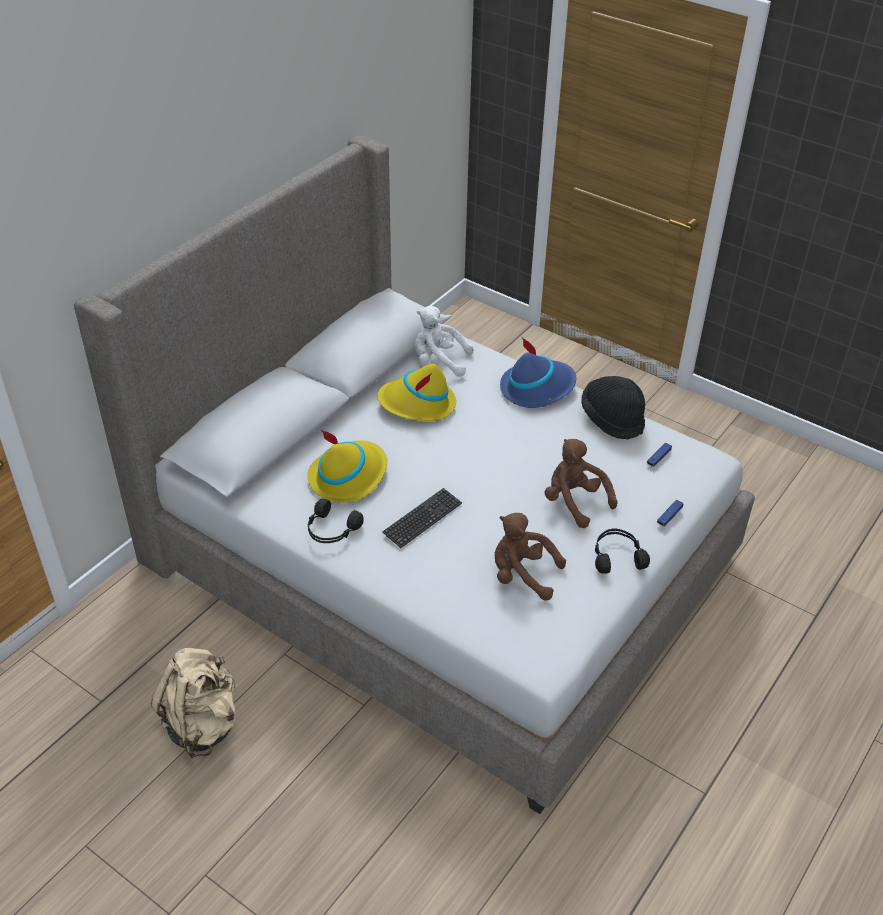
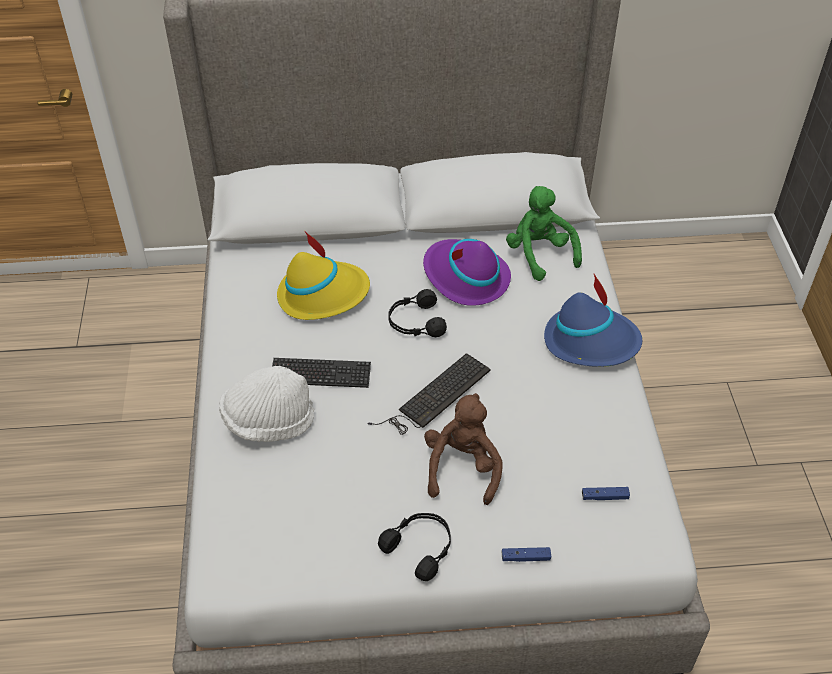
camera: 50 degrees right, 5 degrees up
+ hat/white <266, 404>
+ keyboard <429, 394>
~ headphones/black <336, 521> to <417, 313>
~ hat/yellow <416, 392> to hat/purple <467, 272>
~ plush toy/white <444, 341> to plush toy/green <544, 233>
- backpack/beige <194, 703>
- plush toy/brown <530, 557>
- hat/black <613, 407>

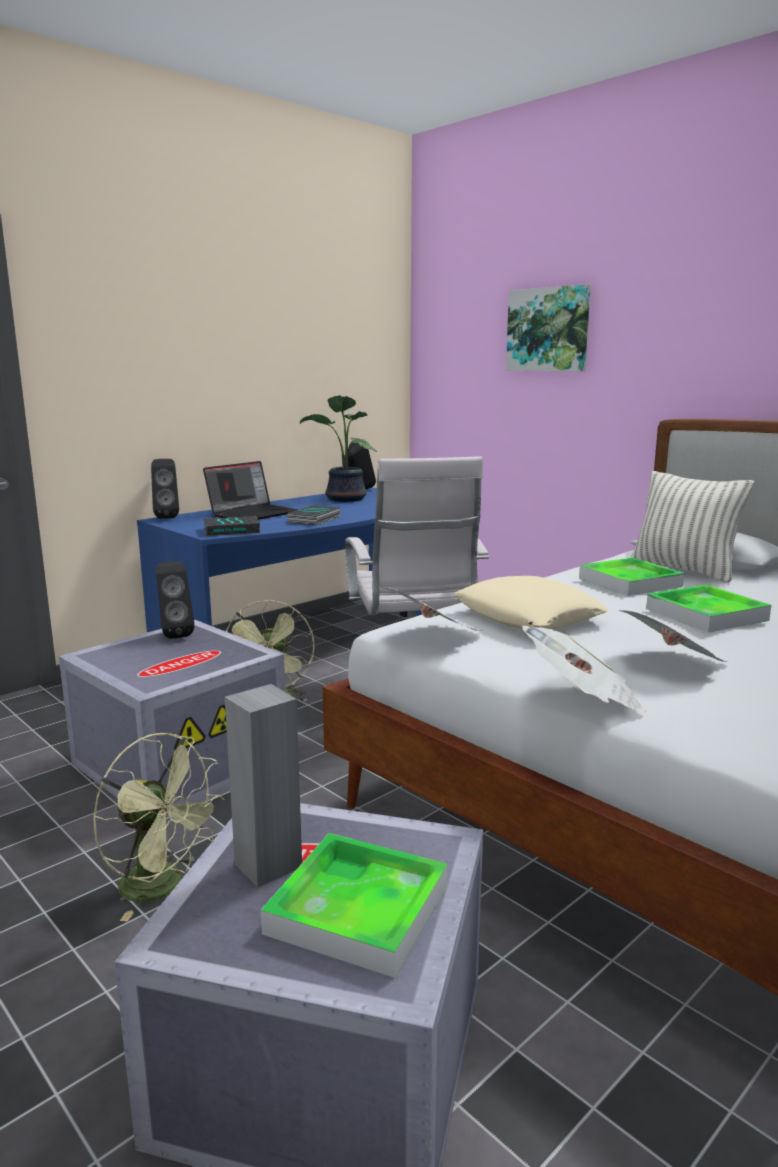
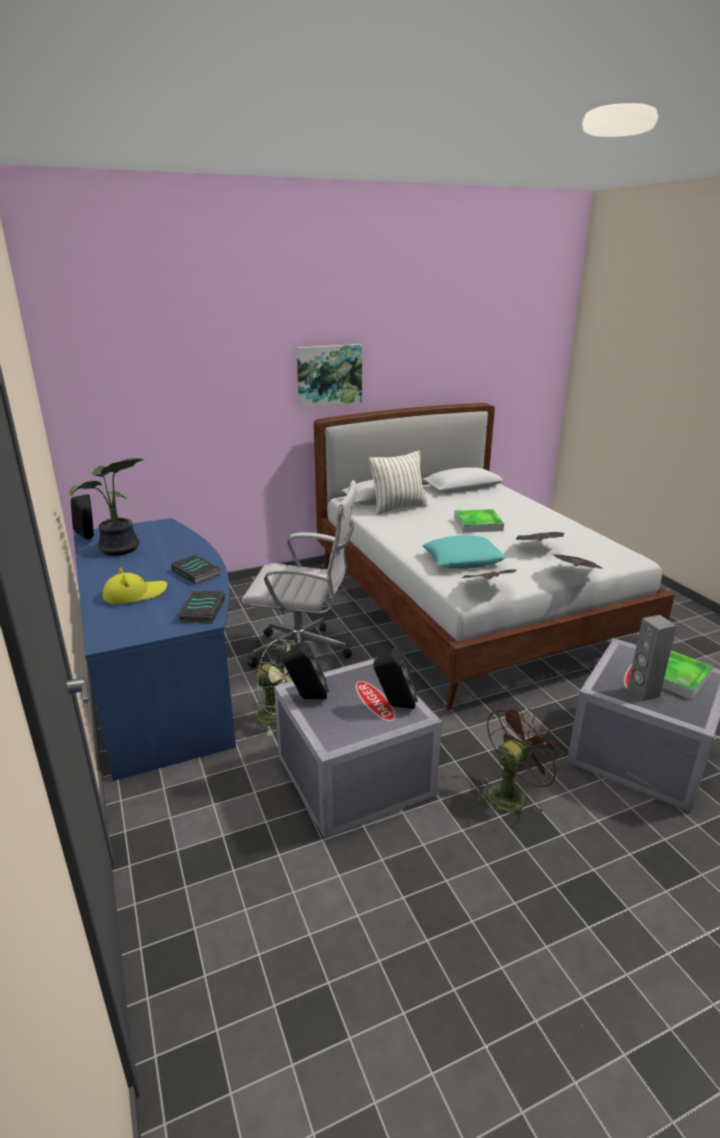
camera: 70 degrees left, 10 degrees up
~ laptop <251, 490> to hat/yellow <135, 585>
~ picture <548, 327> to <329, 376>
~ speaker/black <165, 489> to <395, 678>
~ pillow/beige <531, 602> to pillow/turquoise <464, 552>
~ fan/green <158, 827> to fan/brown <519, 758>
- tray <631, 577>

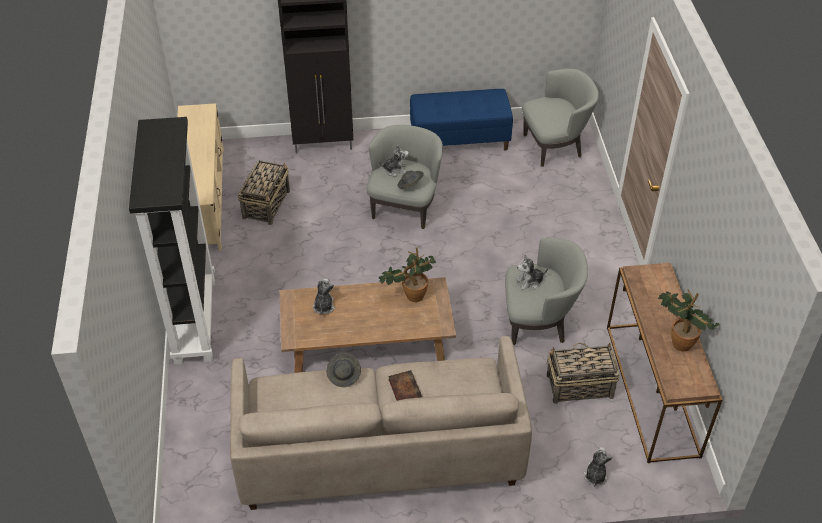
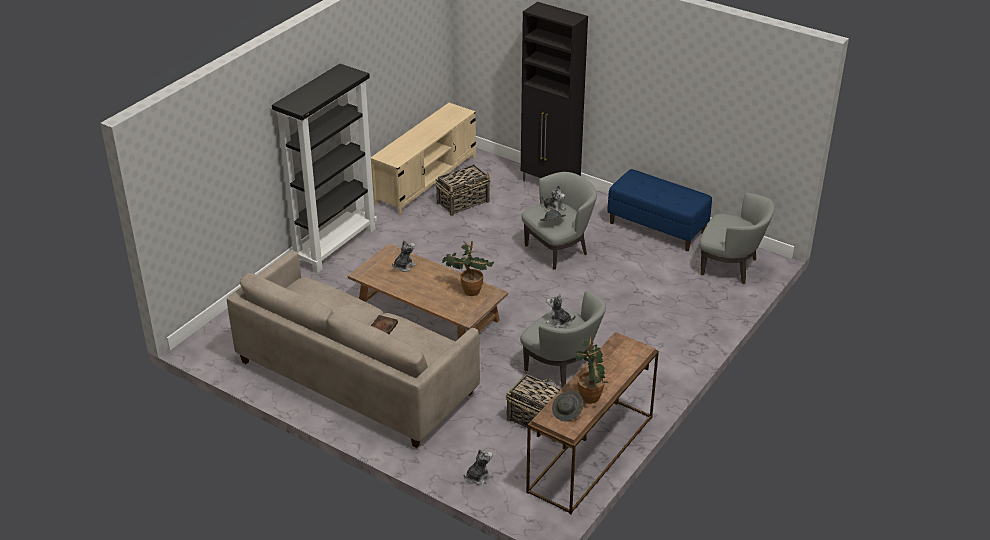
camera: 40 degrees right, 10 degrees down
~ hat/grey <343, 370> to <568, 406>

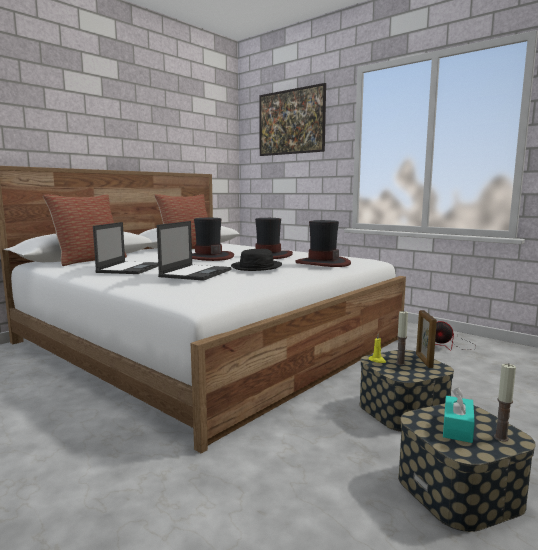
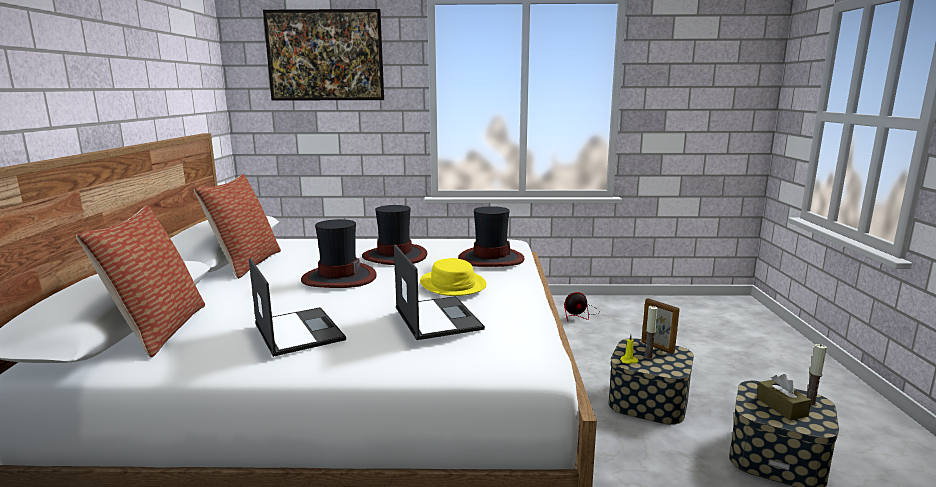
camera: 40 degrees left, 5 degrees up
~ hat/black <256, 260> to hat/yellow <453, 277>
~ tissue box/turquoise <459, 415> to tissue box/brown <784, 397>

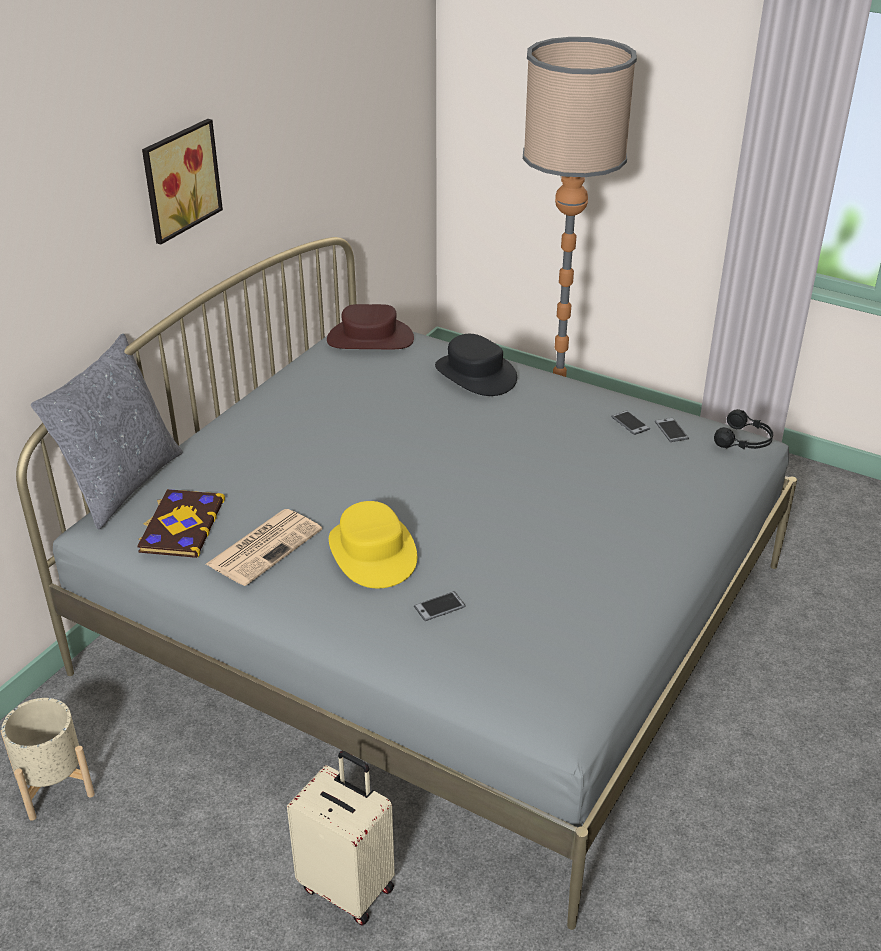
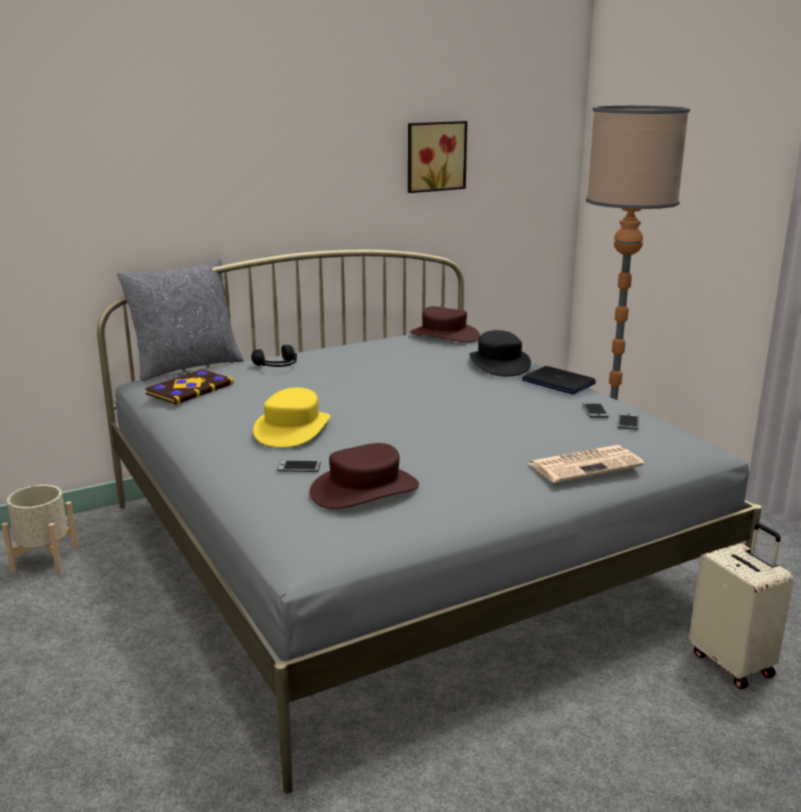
camera: 30 degrees right, 15 degrees down
~ headphones/black <743, 429> to <274, 356>
+ hat/brown <364, 476>
~ picture <182, 181> to <437, 157>
+ laptop <559, 380>
~ newspaper <264, 547> to <586, 464>
~ suitcase/beige <341, 838> to <741, 606>

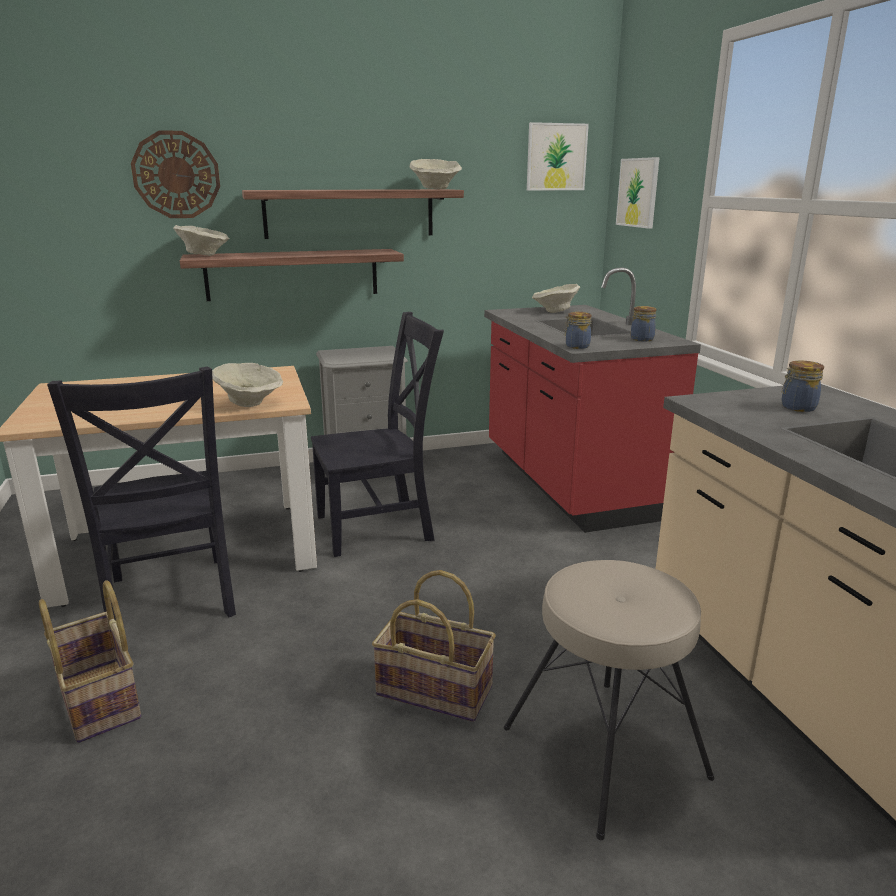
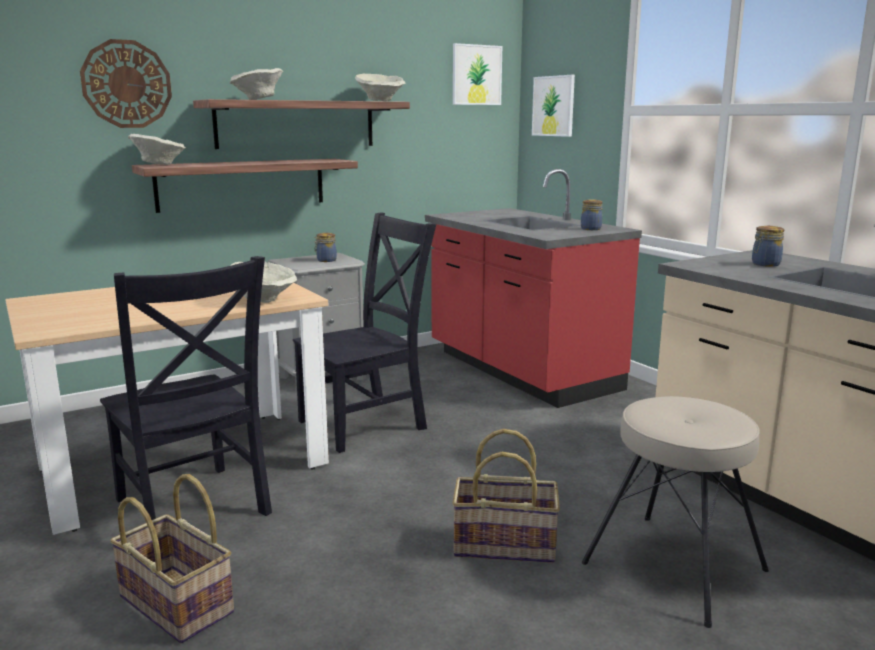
camera: 15 degrees left, 5 degrees down
~ bowl/beige <556, 298> to <256, 84>
~ jar <578, 330> to <325, 247>

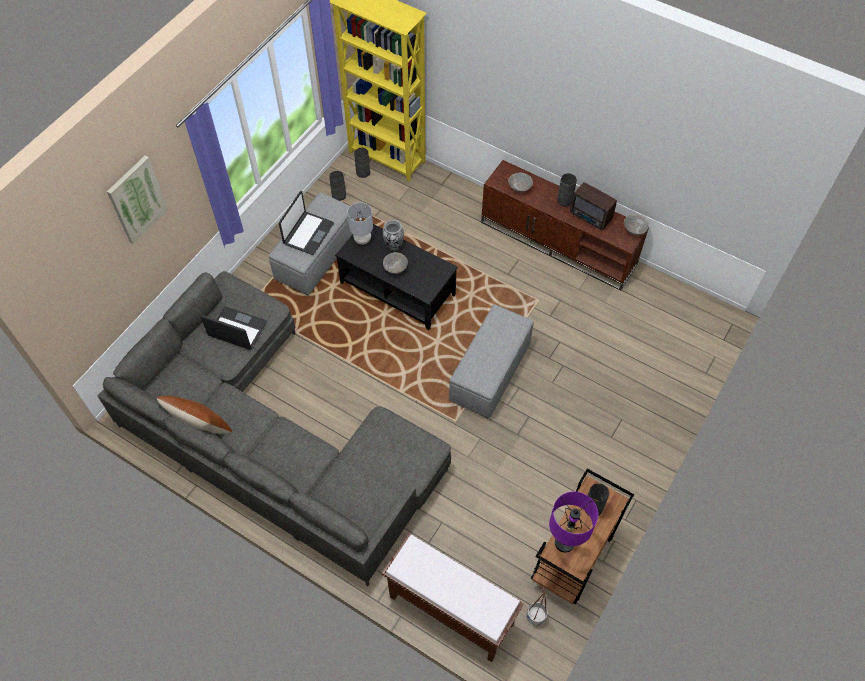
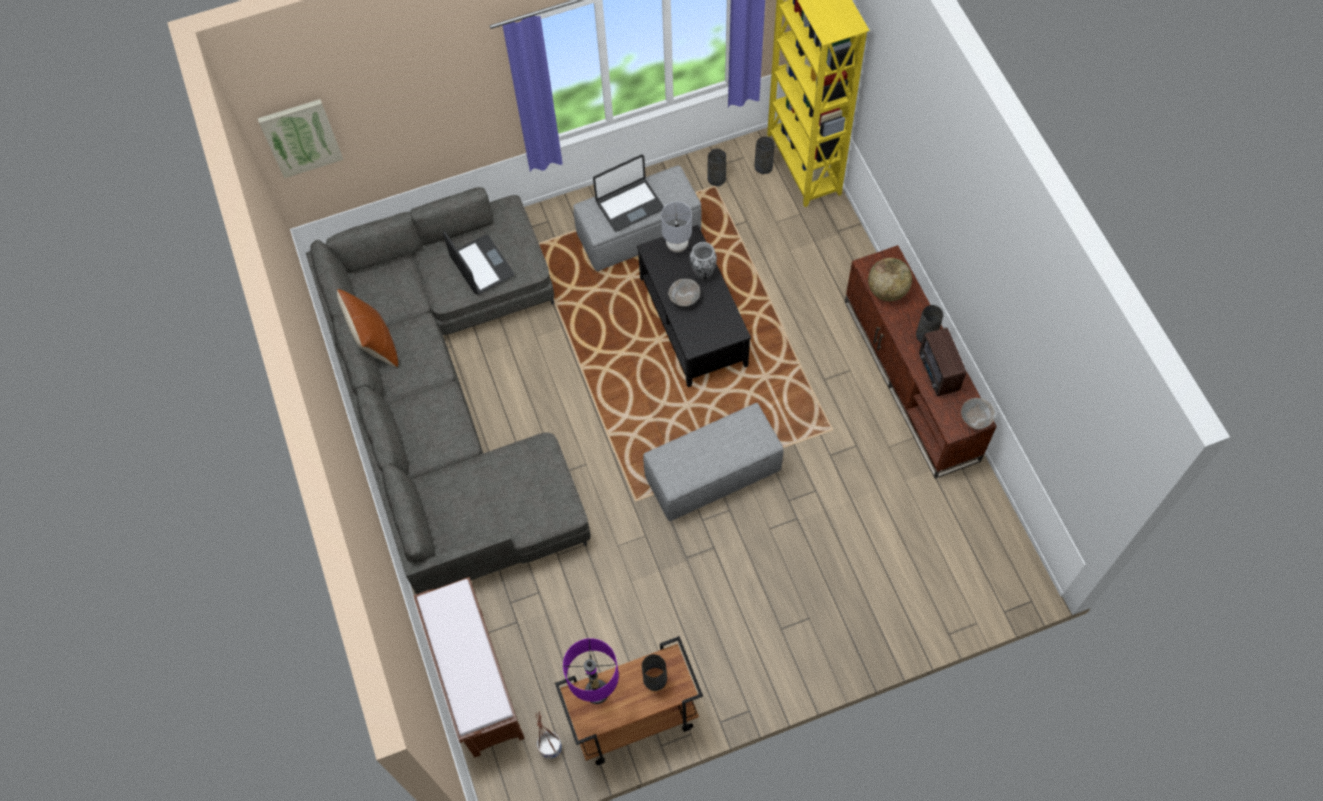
camera: 40 degrees right, 5 degrees up
~ picture <137, 199> to <301, 138>
~ bowl/grey <520, 183> to globe <890, 279>

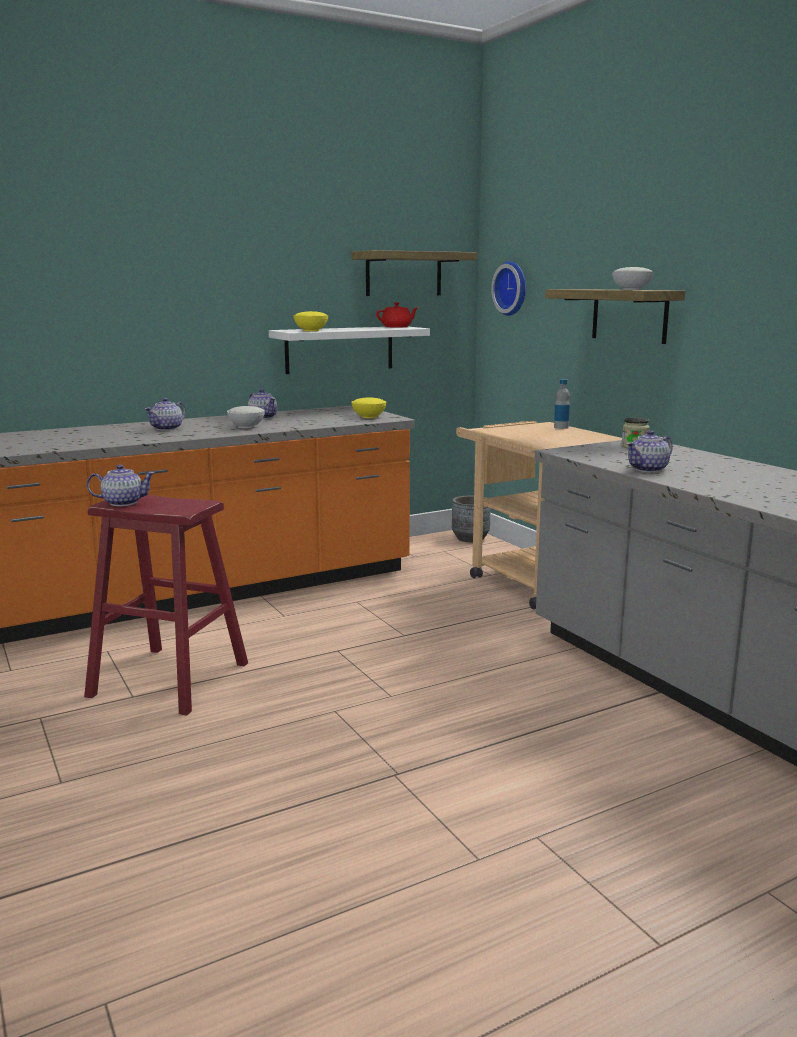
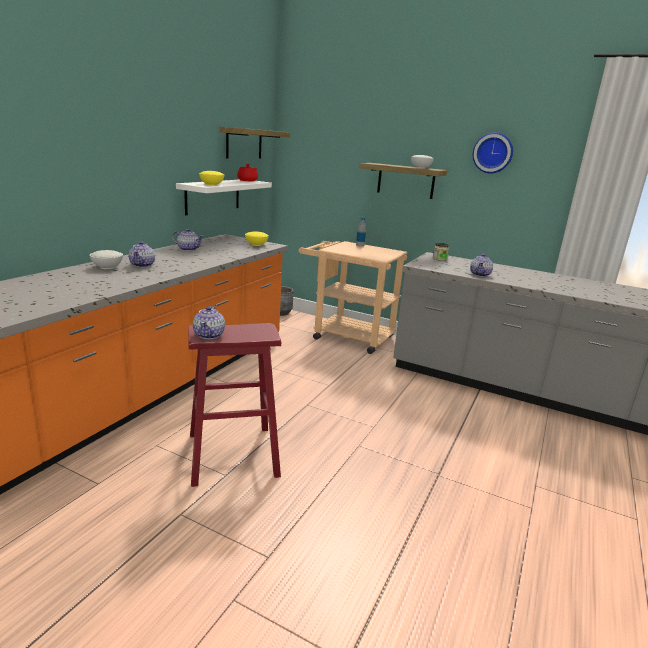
camera: 35 degrees left, 5 degrees up
~ bowl/white <246, 417> to <106, 259>
~ teapot <121, 485> = <209, 322> 135 degrees clockwise
~ wall clock <508, 288> to <493, 153>

